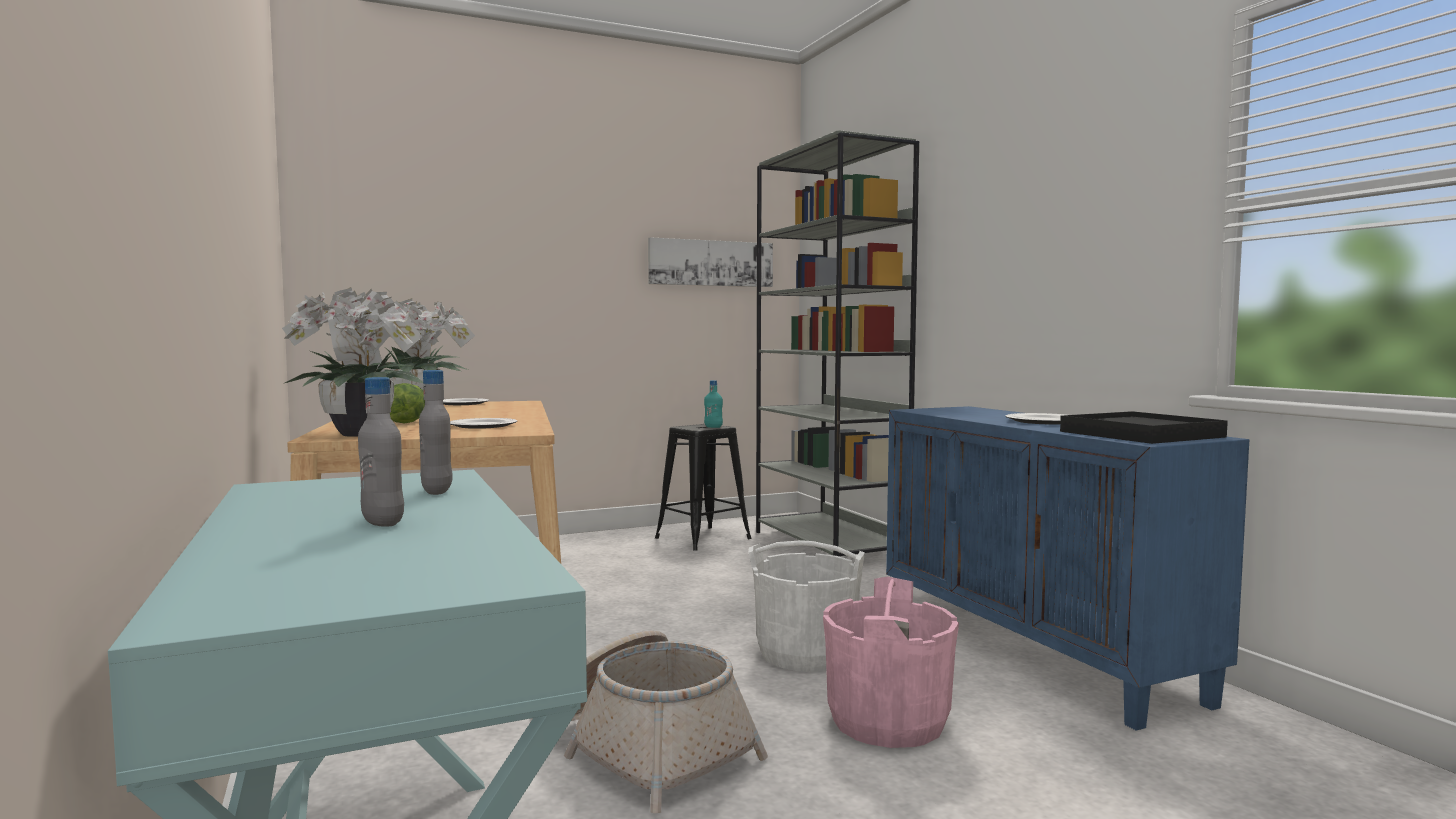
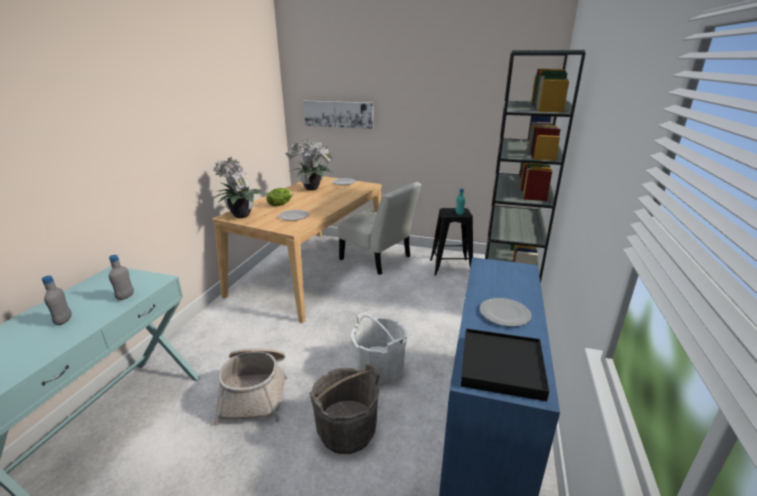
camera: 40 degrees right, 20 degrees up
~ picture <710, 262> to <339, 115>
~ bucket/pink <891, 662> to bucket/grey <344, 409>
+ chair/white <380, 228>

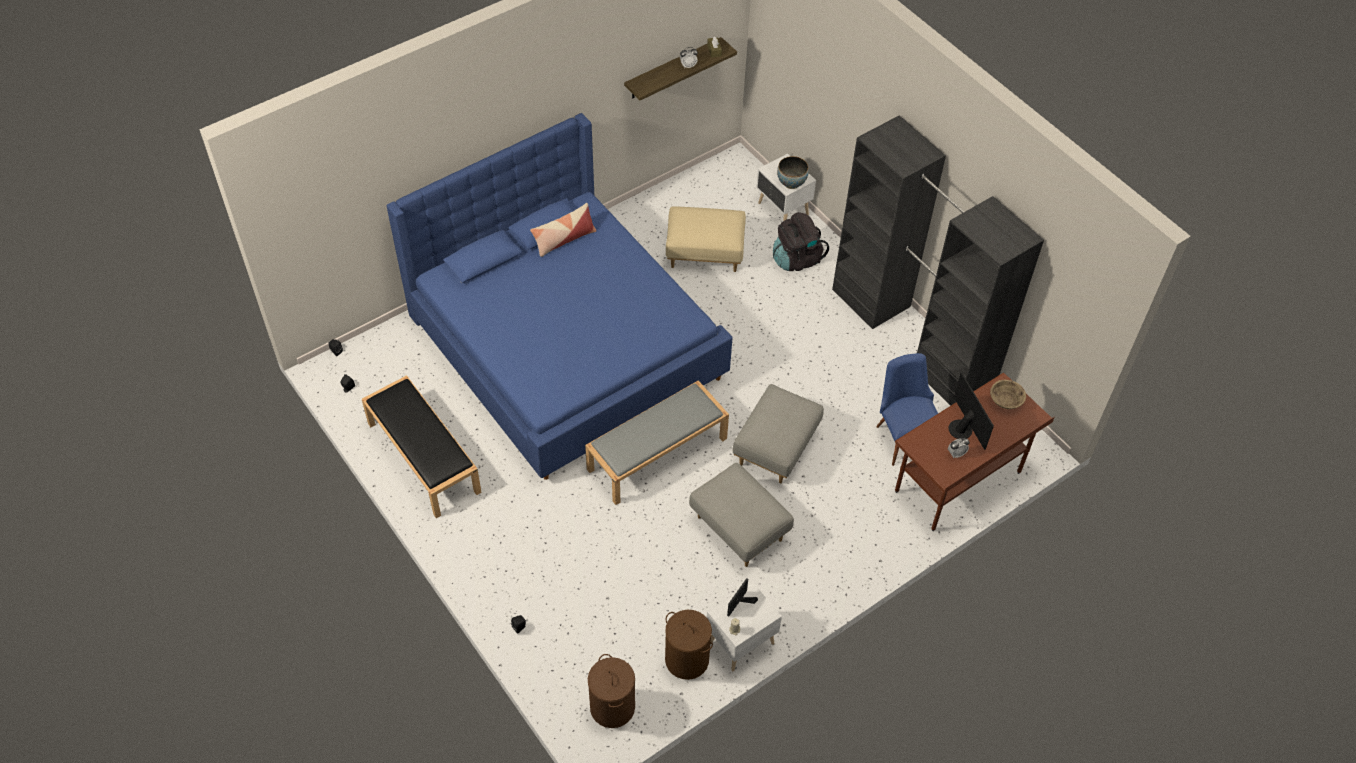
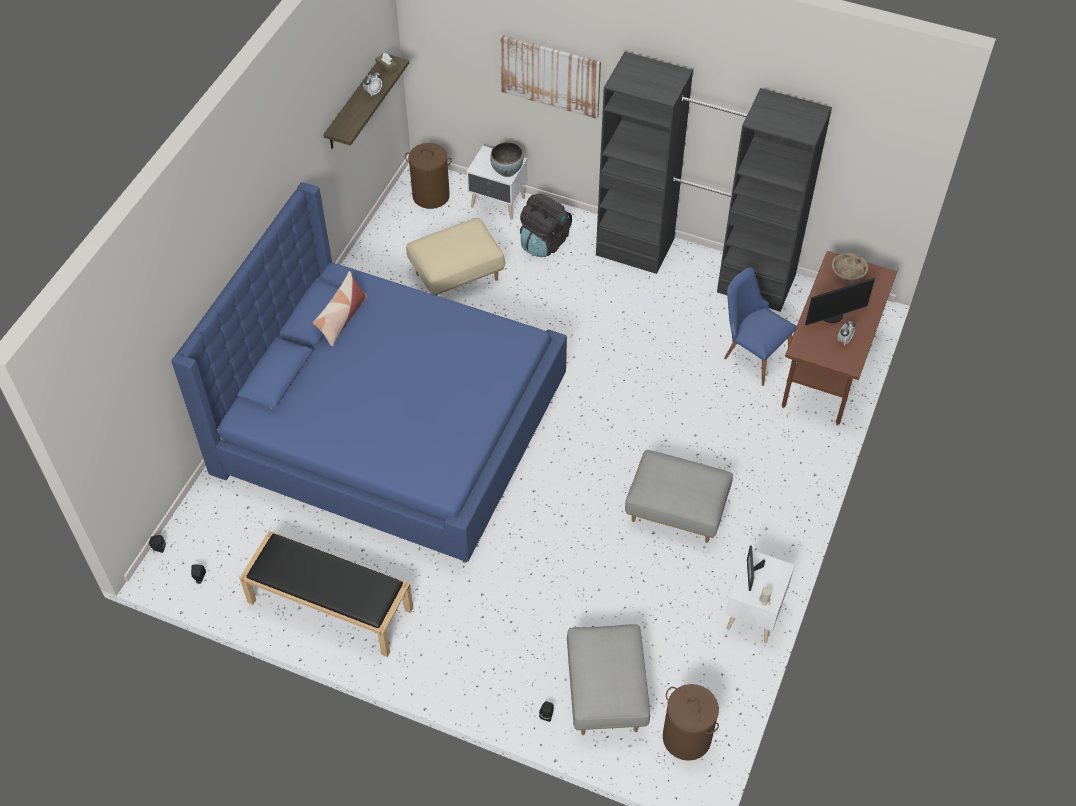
camera: 30 degrees left, 0 degrees up
~ laundry basket/brown <689, 645> to <428, 176>
+ picture <550, 77>
~ ottoman/grey <778, 433> to <608, 679>
~ monitor <971, 411> = <840, 301> 120 degrees clockwise
- bench/grey <657, 442>

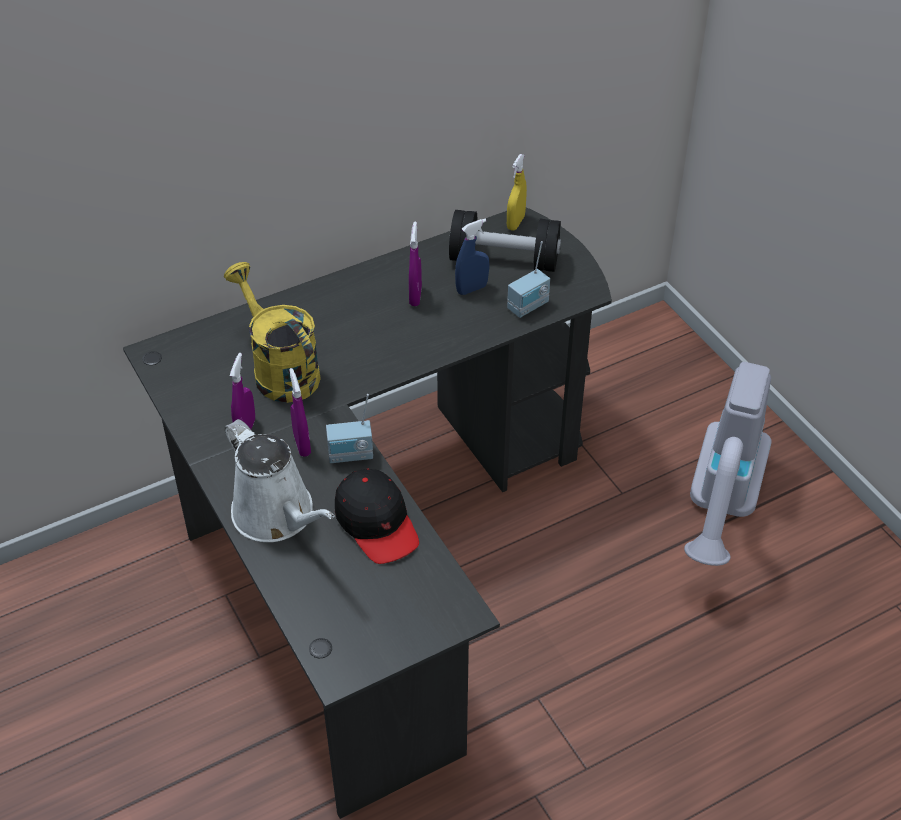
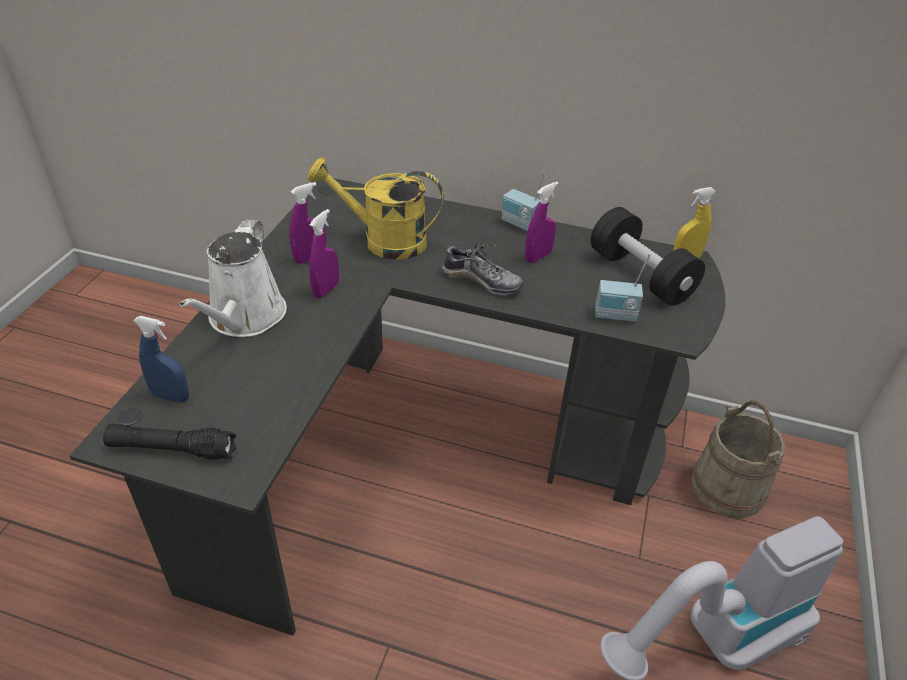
camera: 45 degrees right, 5 degrees down
+ flashlight/black <169, 442>
~ spray bottle/blue <472, 257> to <161, 359>
~ watering can/yellow <272, 332> = <375, 209> 90 degrees counterclockwise
+ shoe <482, 269>
~ radio <349, 428> to <523, 201>
+ bucket/beige <738, 459>
- cap/black <377, 516>

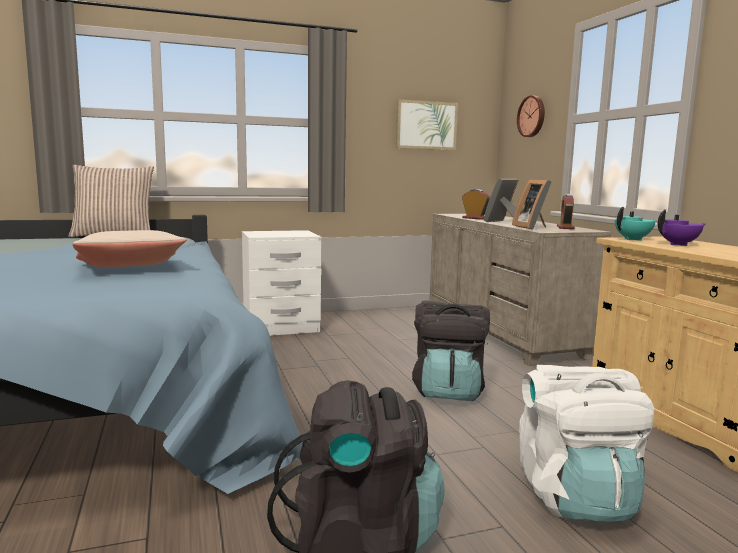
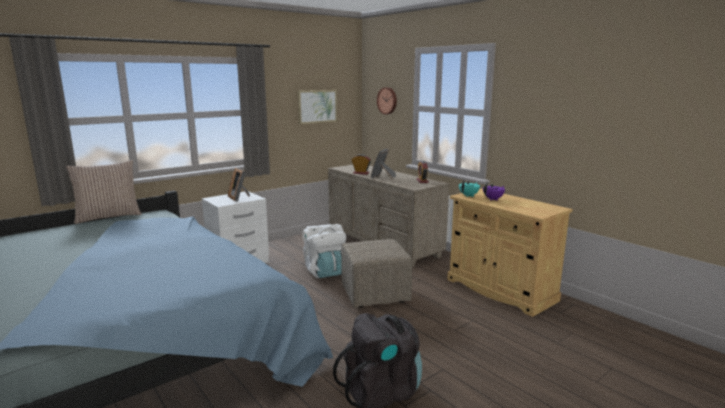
camera: 20 degrees left, 5 degrees up
~ picture frame <532, 204> to <239, 184>
~ backpack/white <587, 443> to <324, 251>
~ backpack/black <451, 350> to ottoman/beige <376, 273>
- pillow/beige <130, 248>

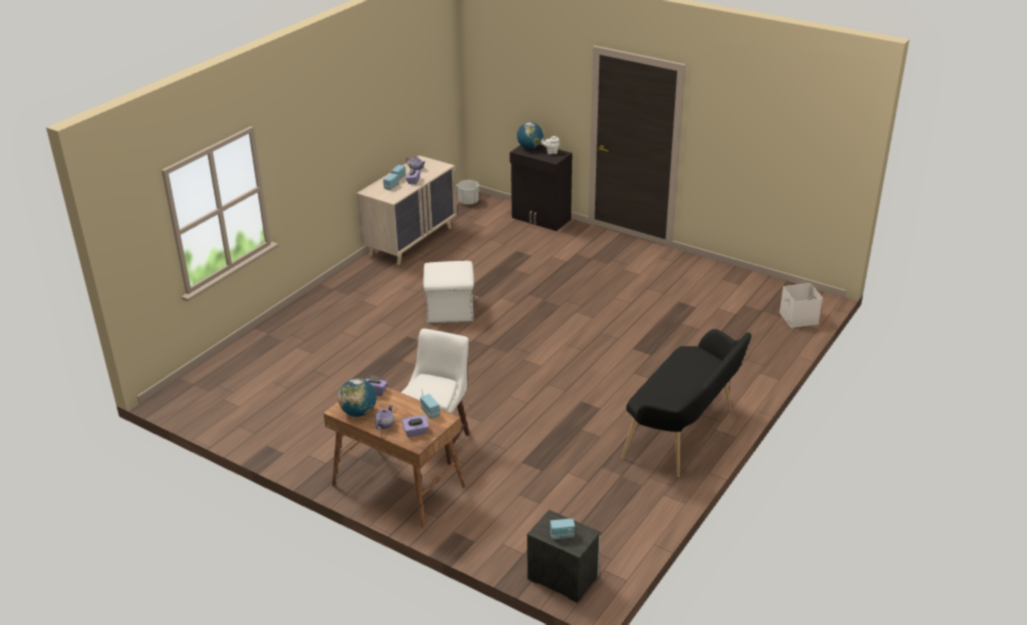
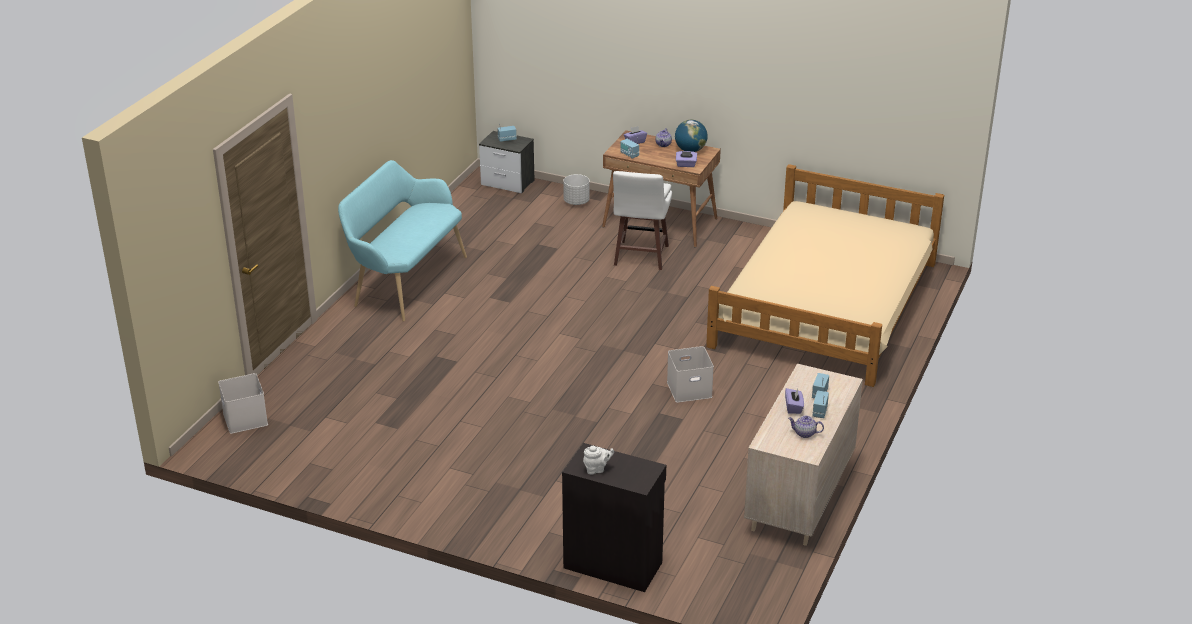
camera: 170 degrees right, 0 degrees up
~ bench/black <686, 403> to bench/turquoise <402, 241>
~ planter/white <468, 192> to <576, 189>
~ ottoman/white <448, 292> to storage box/white <690, 374>
+ bed/beige <825, 275>
- globe <530, 135>

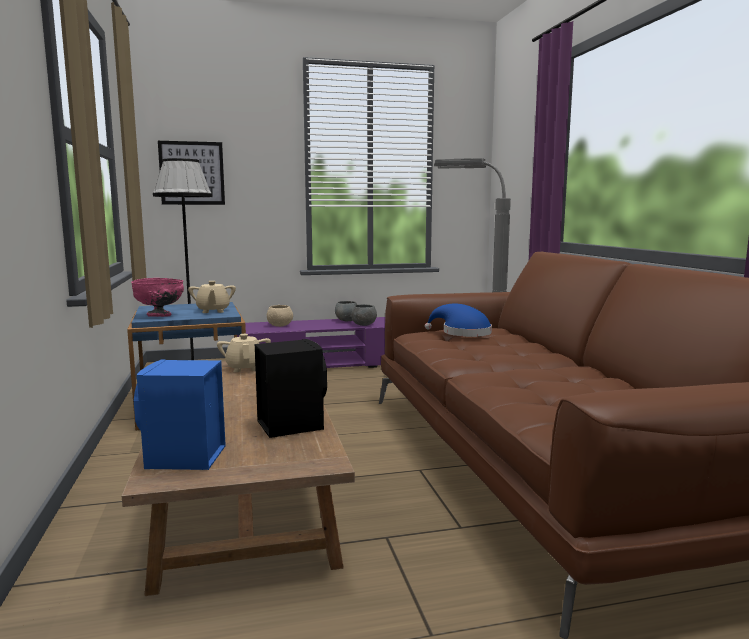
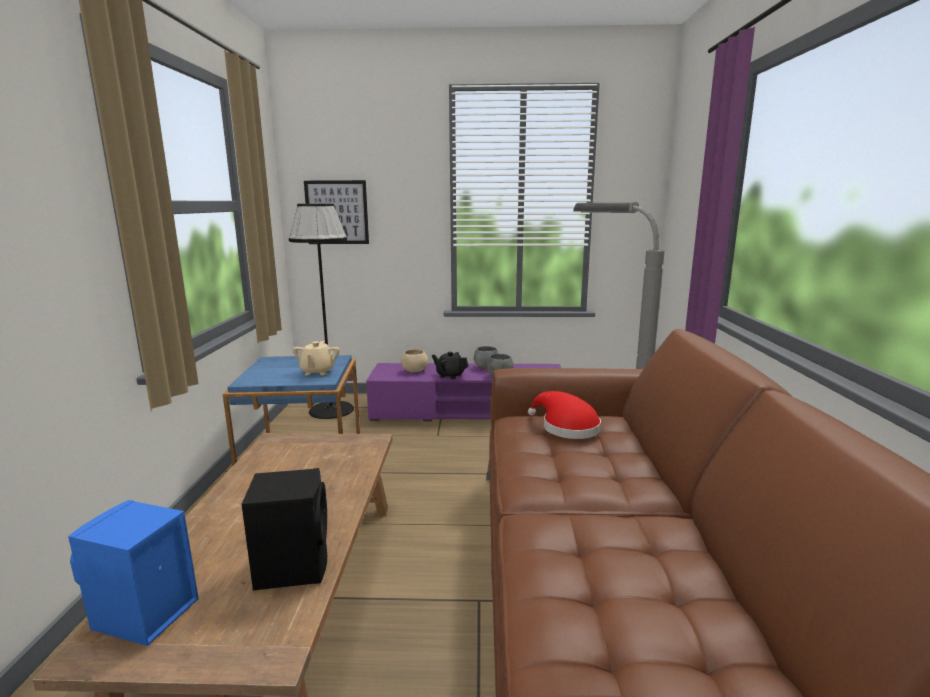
camera: 15 degrees right, 5 degrees up
+ teapot/black <450, 365>
~ hat/blue <458, 320> to hat/red <564, 415>
- bowl/pink <157, 297>
- teapot/beige <244, 353>

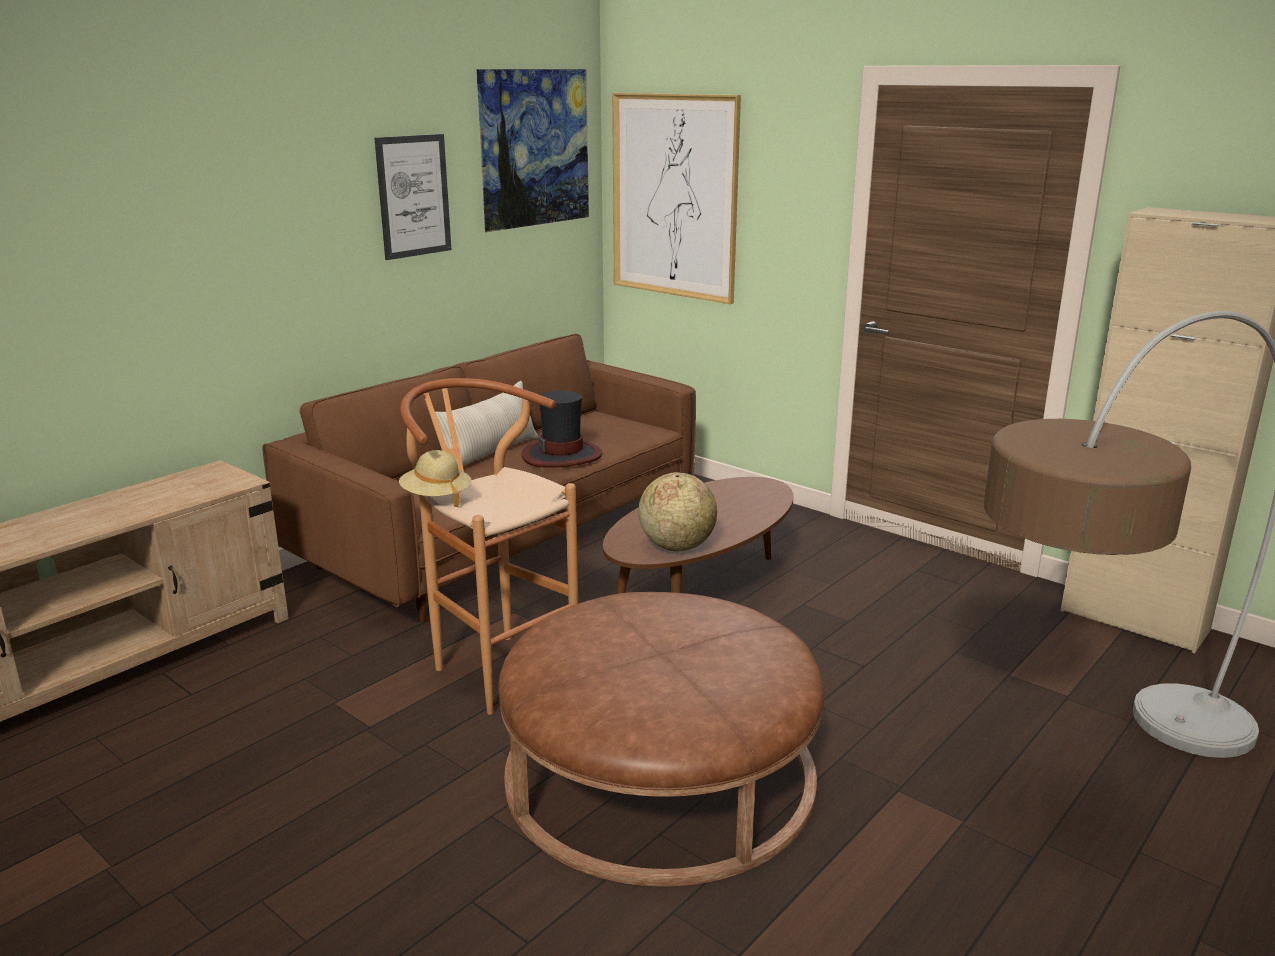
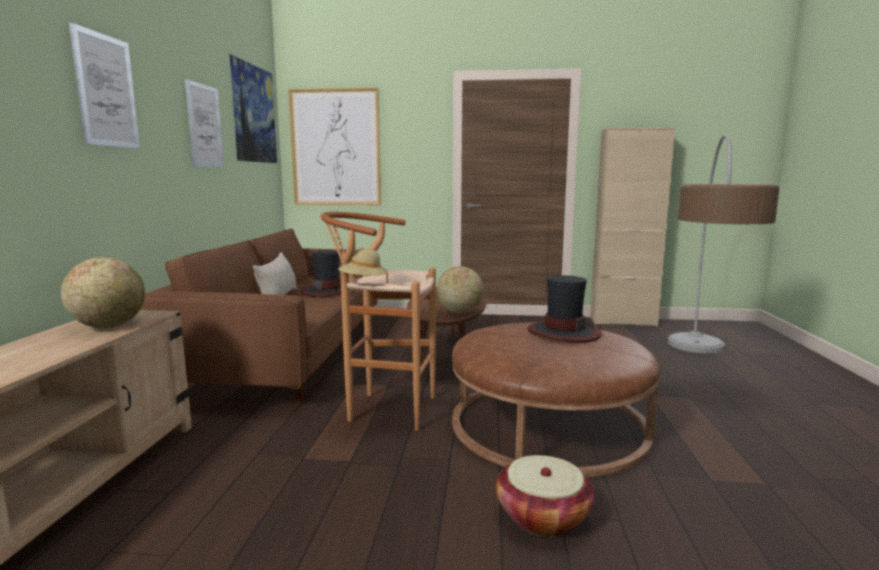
camera: 35 degrees left, 10 degrees down
+ globe <103, 292>
+ picture <104, 85>
+ basket <545, 496>
+ hat <565, 309>

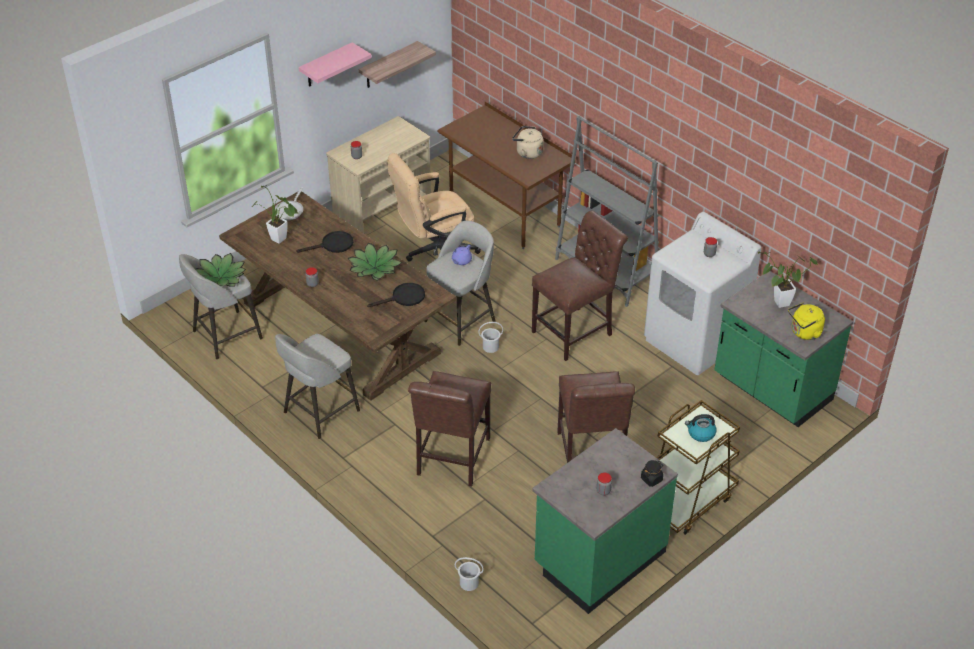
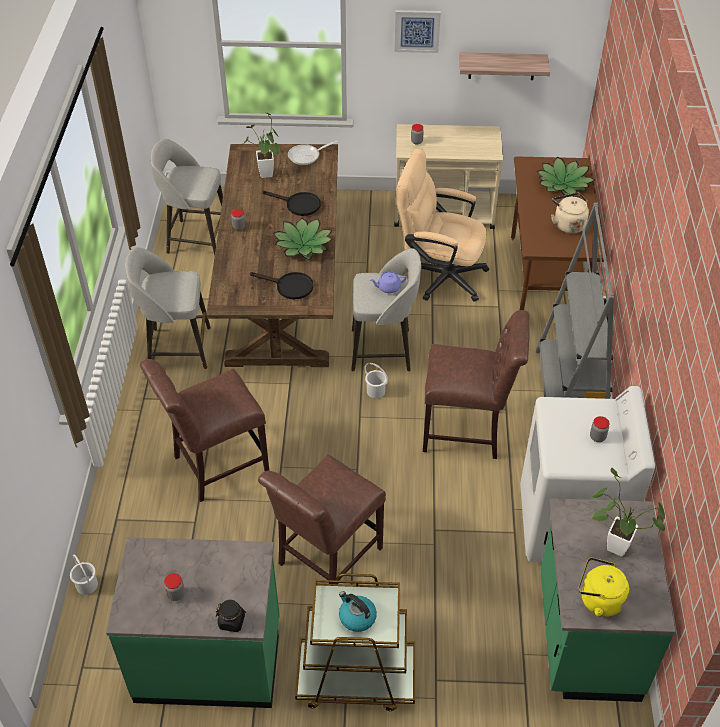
camera: 45 degrees right, 5 degrees up
~ shelf/pink <335, 64> to picture <417, 31>
~ potted plant <220, 270> to <566, 176>

